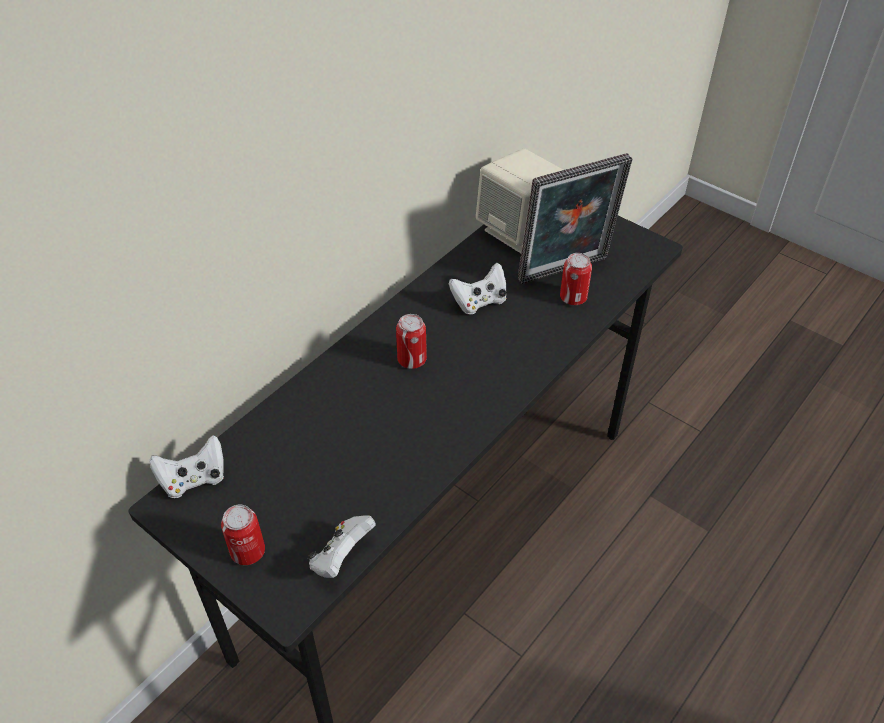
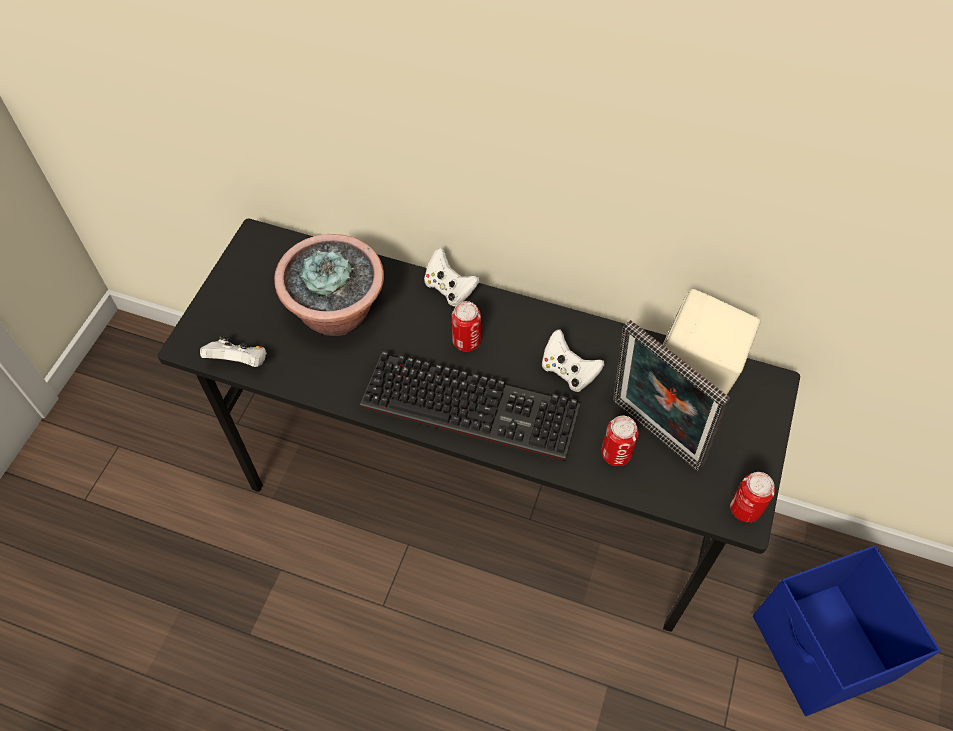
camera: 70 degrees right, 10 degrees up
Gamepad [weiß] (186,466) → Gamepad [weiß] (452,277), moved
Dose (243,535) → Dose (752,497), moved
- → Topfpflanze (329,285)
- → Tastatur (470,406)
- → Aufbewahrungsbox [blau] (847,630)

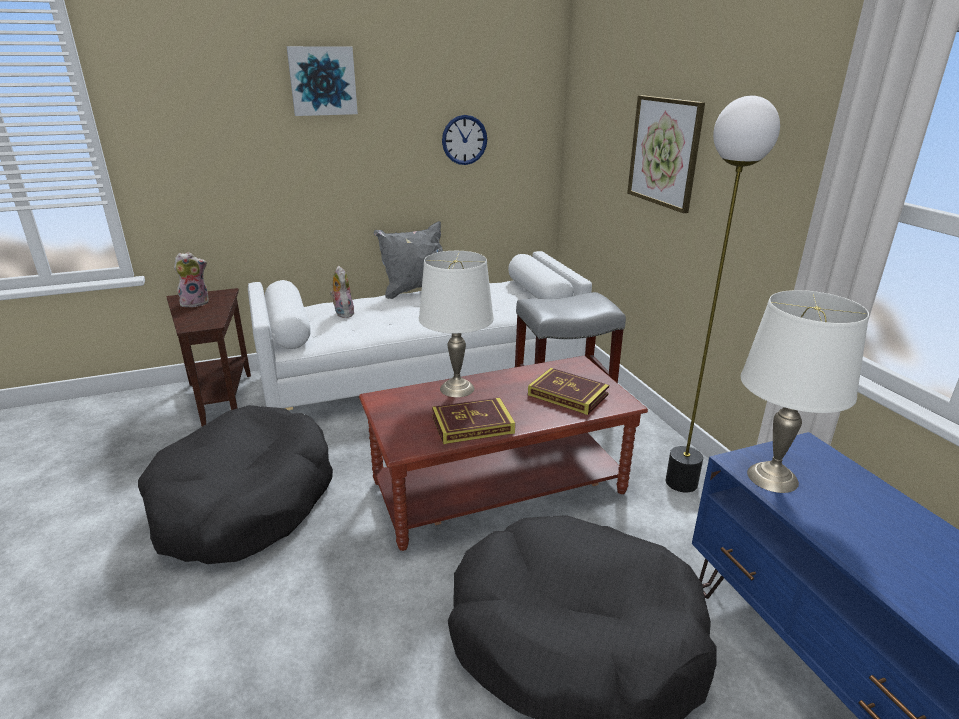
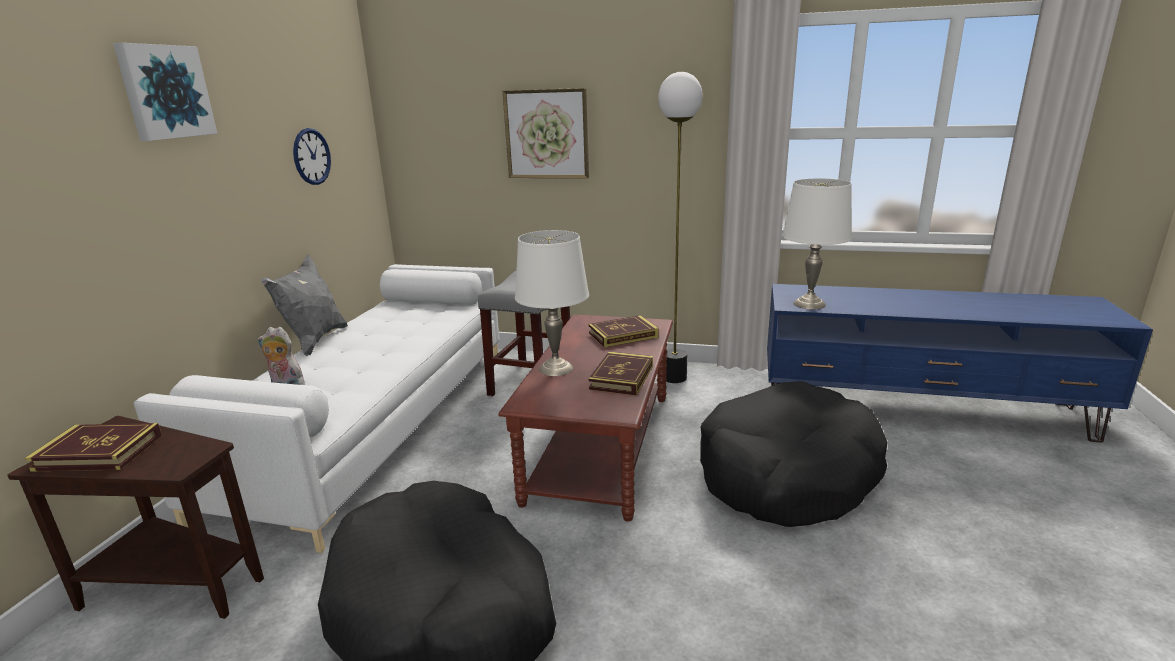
camera: 55 degrees left, 5 degrees down
Plüschtier (191,279) → Buch (93,447)

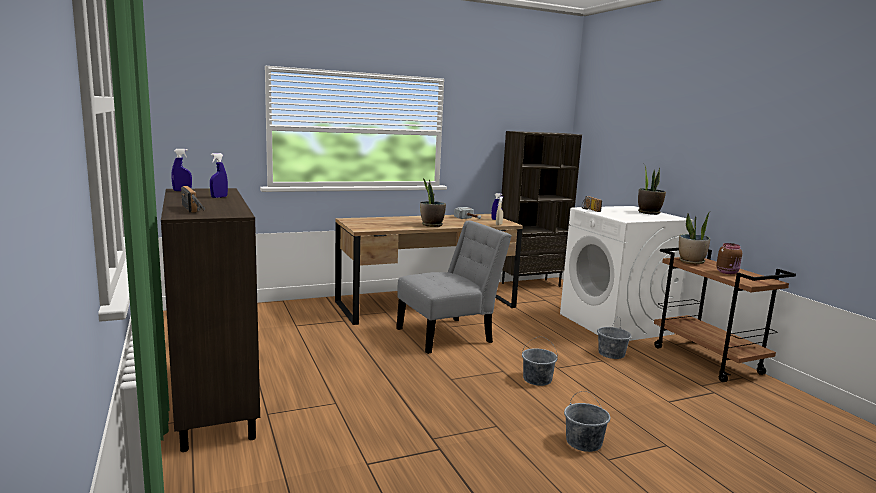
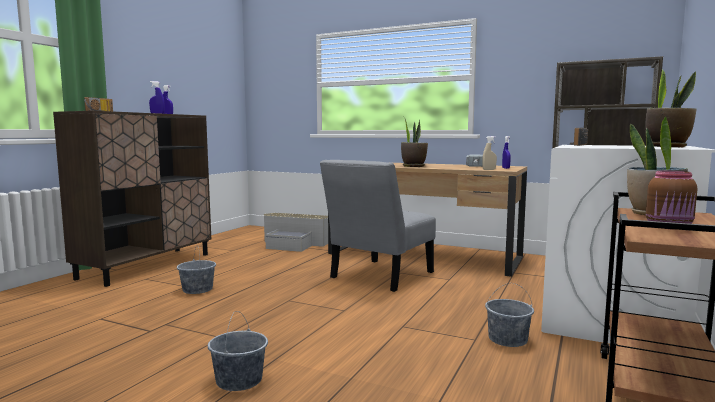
camera: 50 degrees right, 5 degrees down
Stuhl [grau] (453,287) → Stuhl [grau] (378,226), 105 degrees clockwise
Eimer [grau] (540,361) → Eimer [grau] (196,269), moved
- → Aufbewahrungsbox [grau] (296,232)

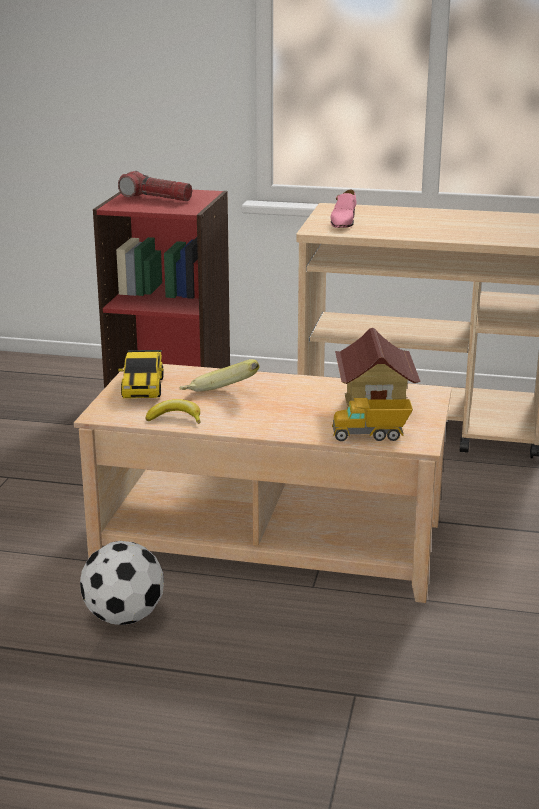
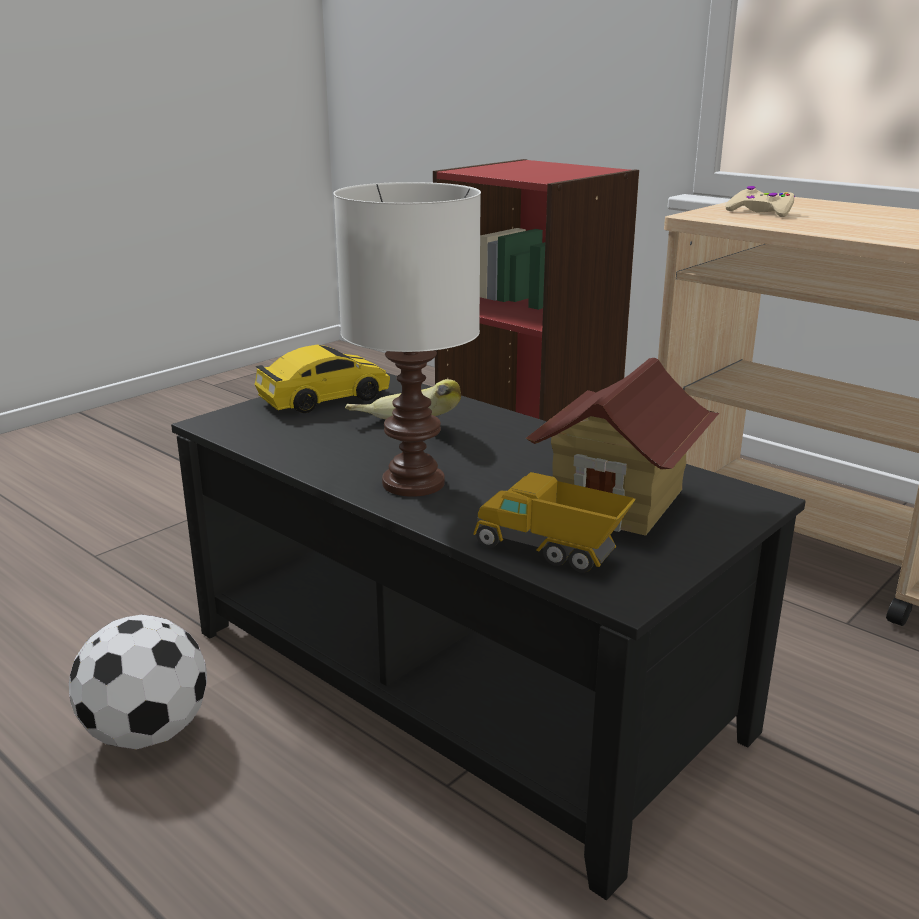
camera: 30 degrees right, 0 degrees up
Couchtisch [beige] (263,483) → Couchtisch [schwarz] (488,636)
Taschenlampe (155,186) → -
Spielzeugauto (141,374) → Spielzeugauto (322,379), 150 degrees counterclockwise
Banane (173,411) → -
Schuh [rosa] (344,209) → Gamepad [beige] (760,201)
- → Tischlampe [weiß] (407,339)

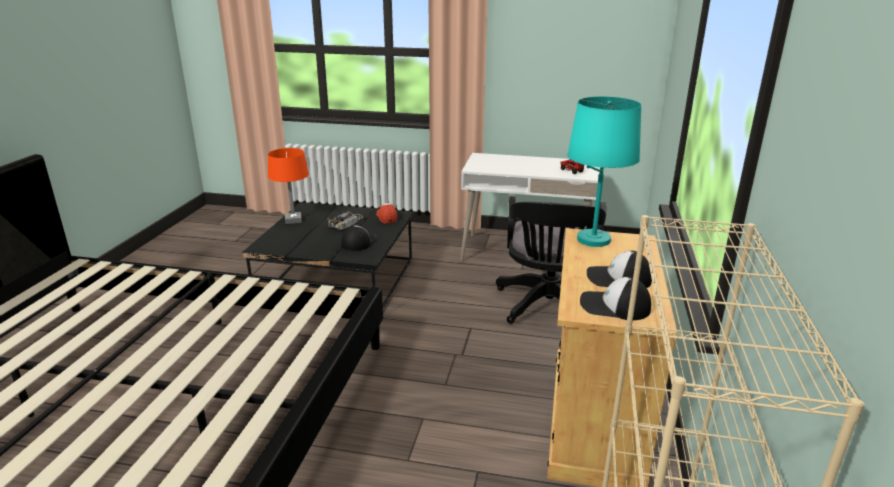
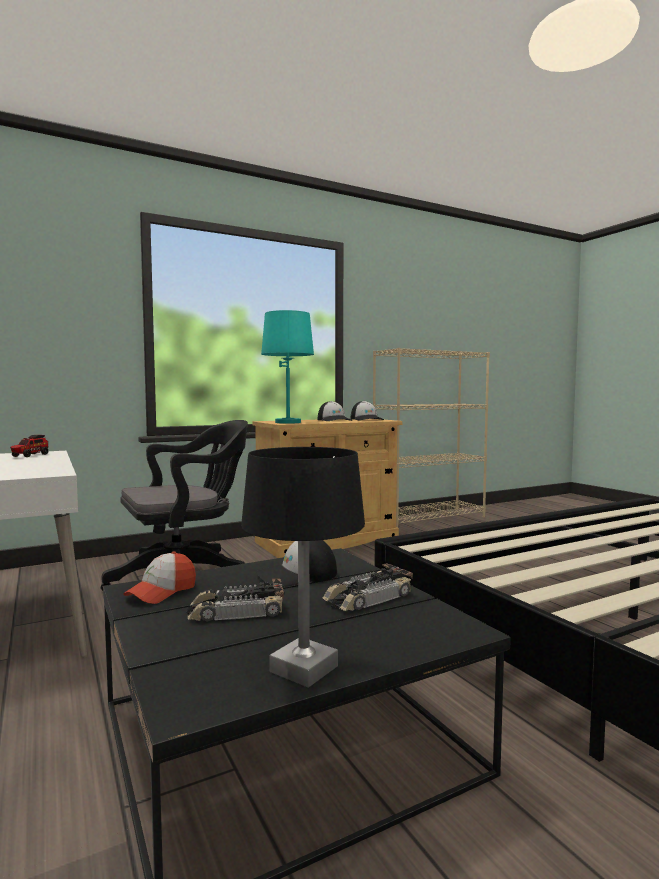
camera: 130 degrees left, 20 degrees down
Tischlampe [orange] (288,186) → Tischlampe [schwarz] (303,567)
- → Spielzeugauto (368,587)

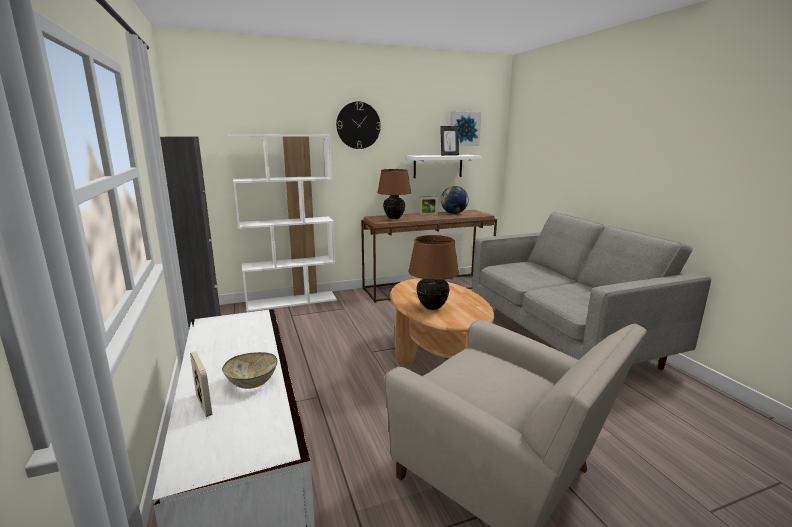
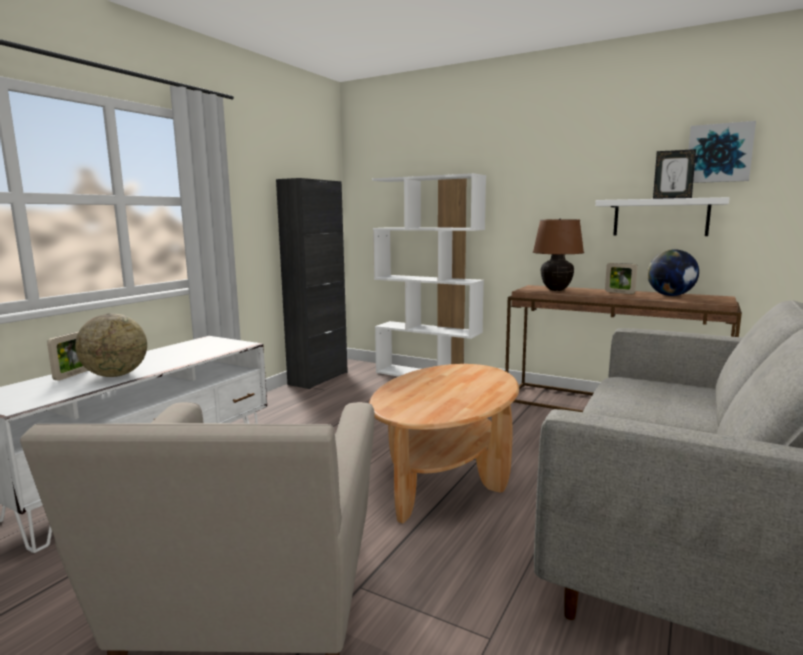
camera: 50 degrees right, 5 degrees down
Schüssel (249,370) → Globus (111,345)
Wanduhr (358,125) → -
Tischlampe [braun] (433,272) → -

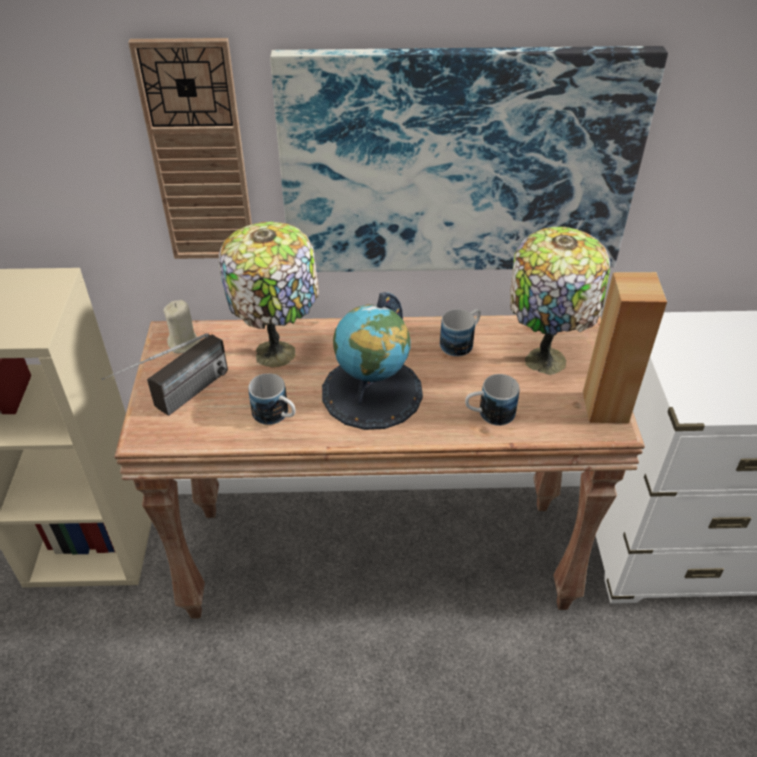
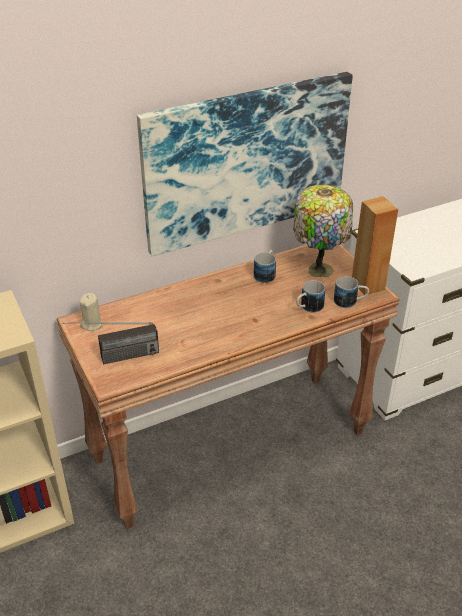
camera: 25 degrees left, 5 degrees down
Radio (165,374) → Radio (111,343), 60 degrees clockwise
Wanduhr (190,148) → -
Tischlampe (269,294) → -
Henkelbecher (272,399) → Henkelbecher (351,292), moved
Globus (372,361) → -

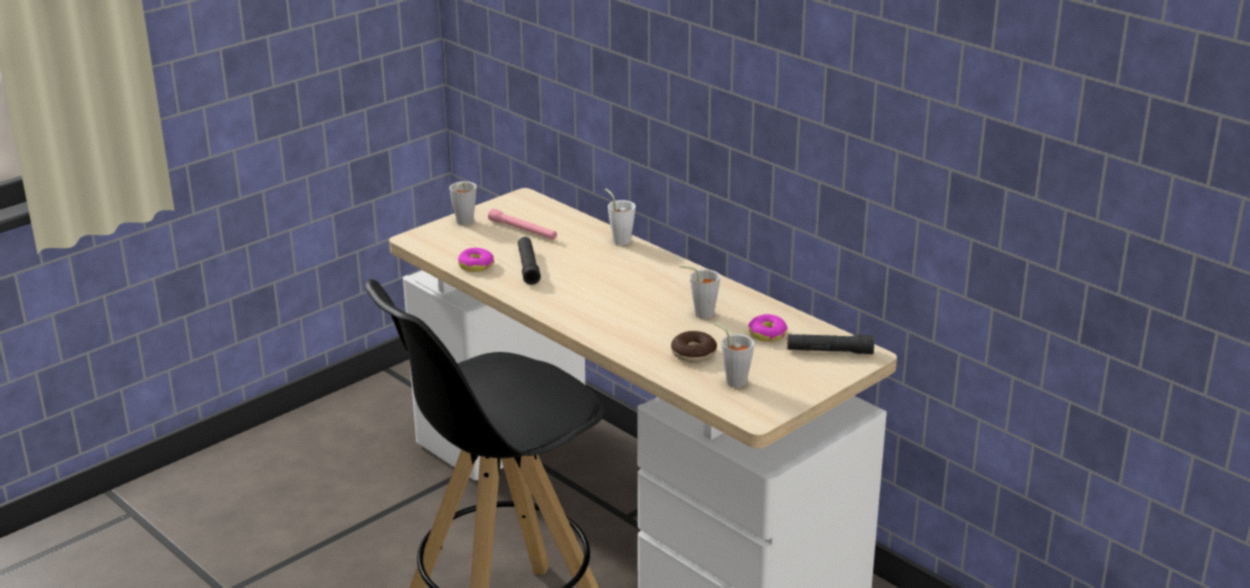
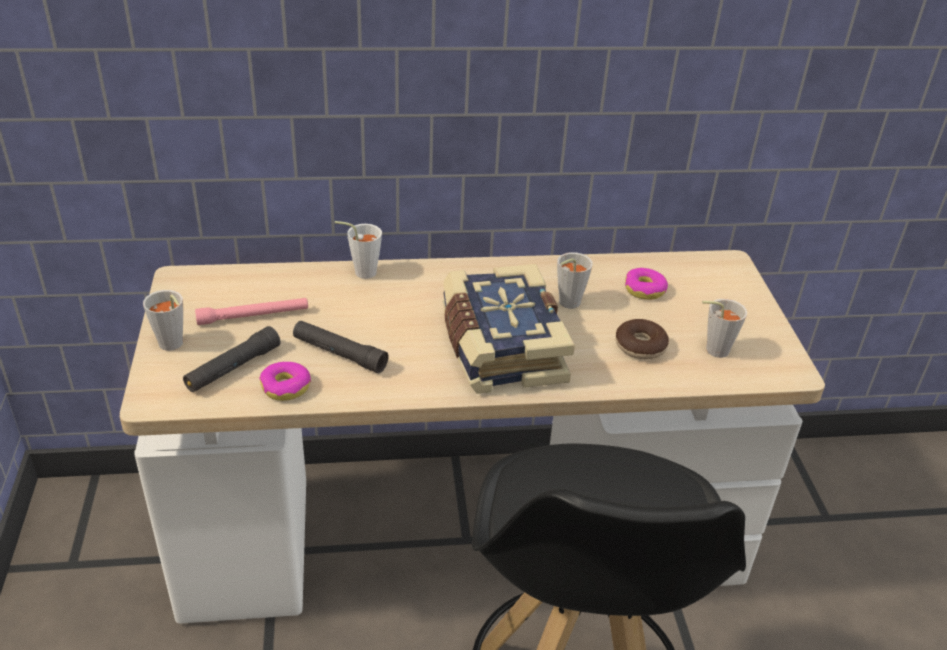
camera: 55 degrees left, 10 degrees up
Taschenlampe [schwarz] (830,344) → Taschenlampe [schwarz] (232,359), moved
- → Buch (509,329)

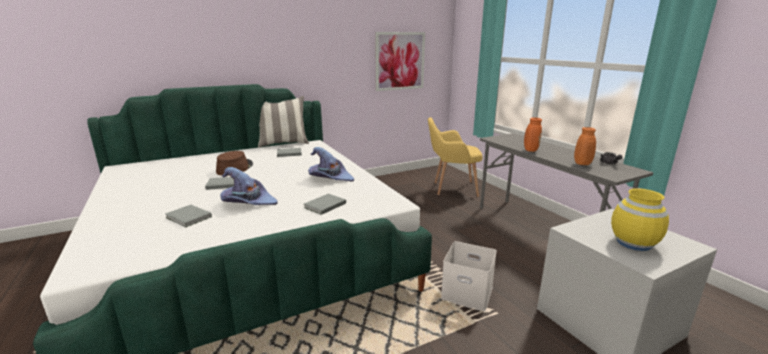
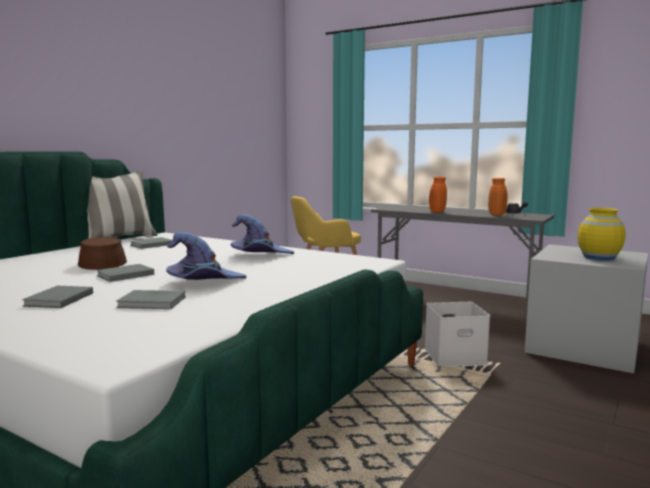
camera: 30 degrees left, 10 degrees down
Buch [grau] (325,204) → Buch [grau] (57,297), moved
Bild (400,61) → -

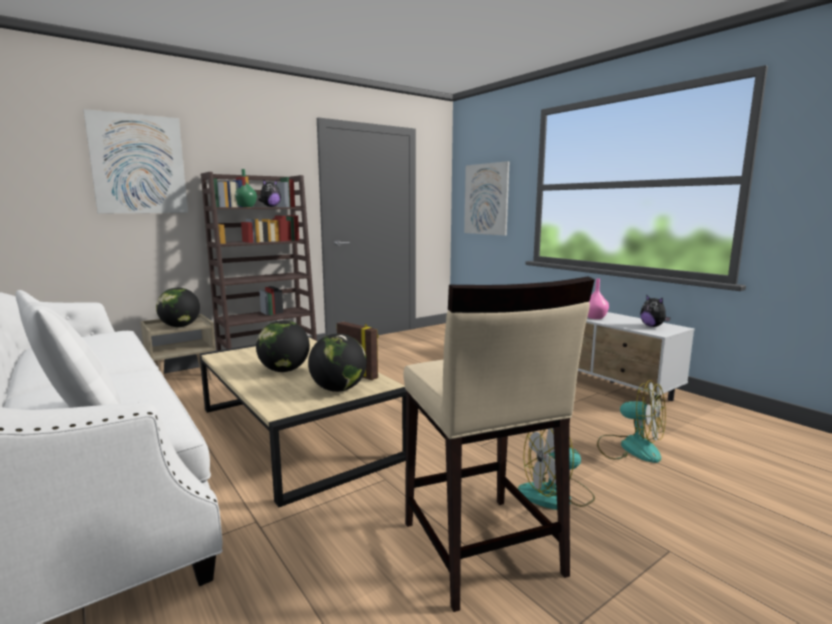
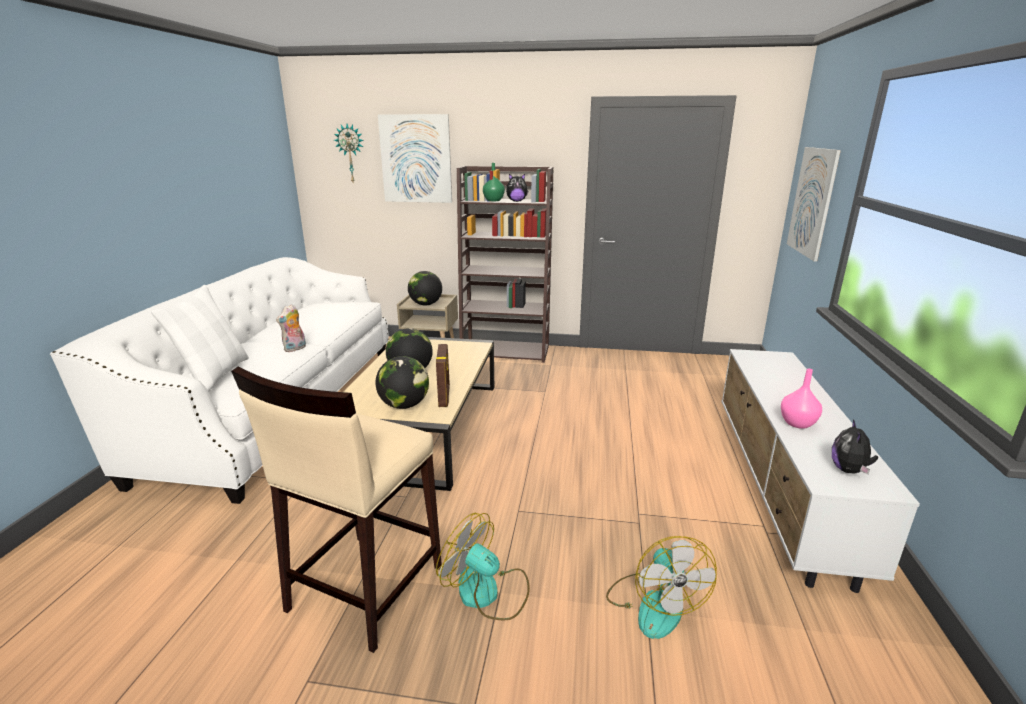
camera: 45 degrees right, 10 degrees up
- → Plüschtier (291,328)
- → Wanduhr (349,153)

